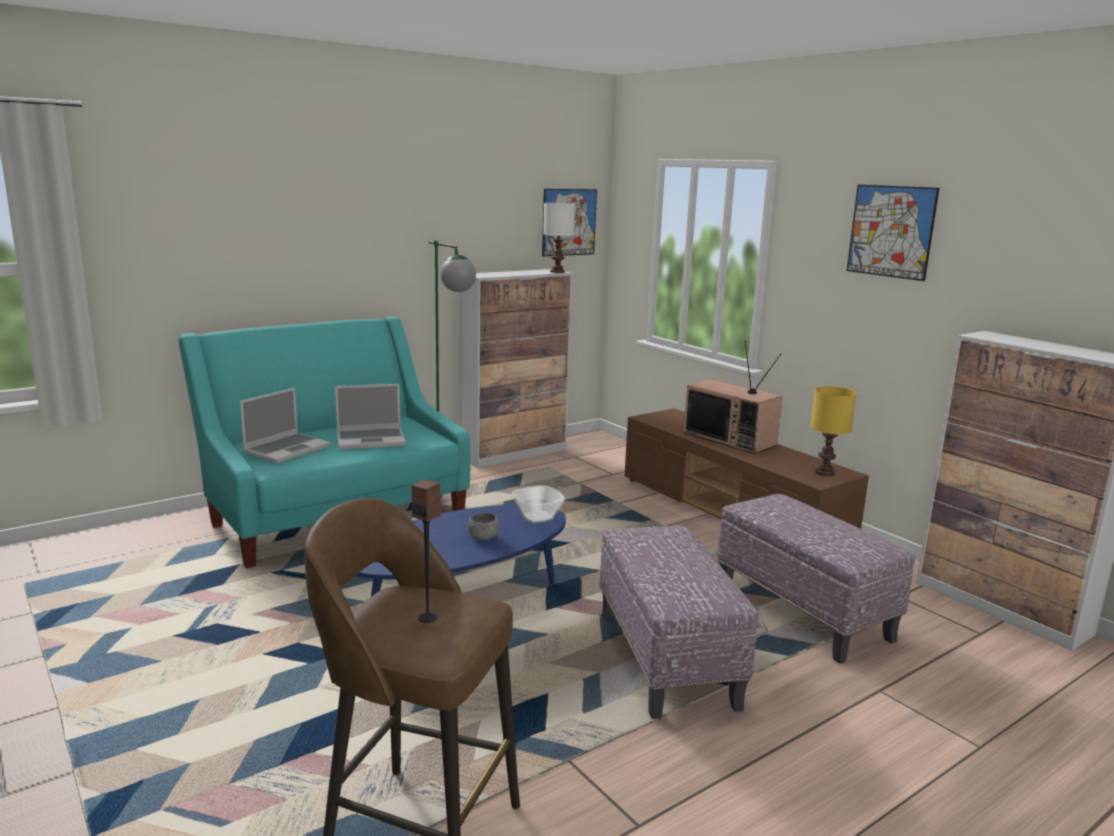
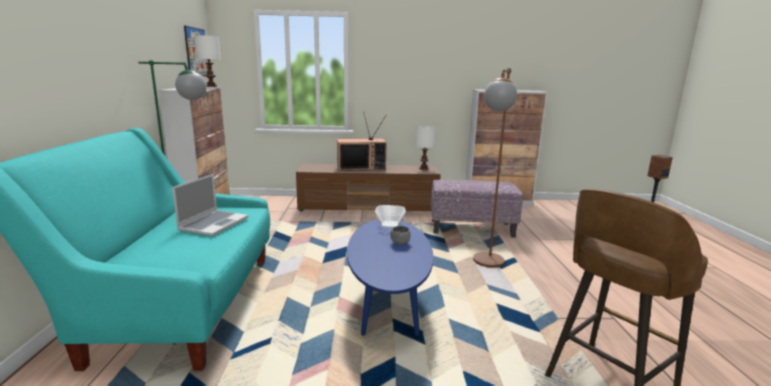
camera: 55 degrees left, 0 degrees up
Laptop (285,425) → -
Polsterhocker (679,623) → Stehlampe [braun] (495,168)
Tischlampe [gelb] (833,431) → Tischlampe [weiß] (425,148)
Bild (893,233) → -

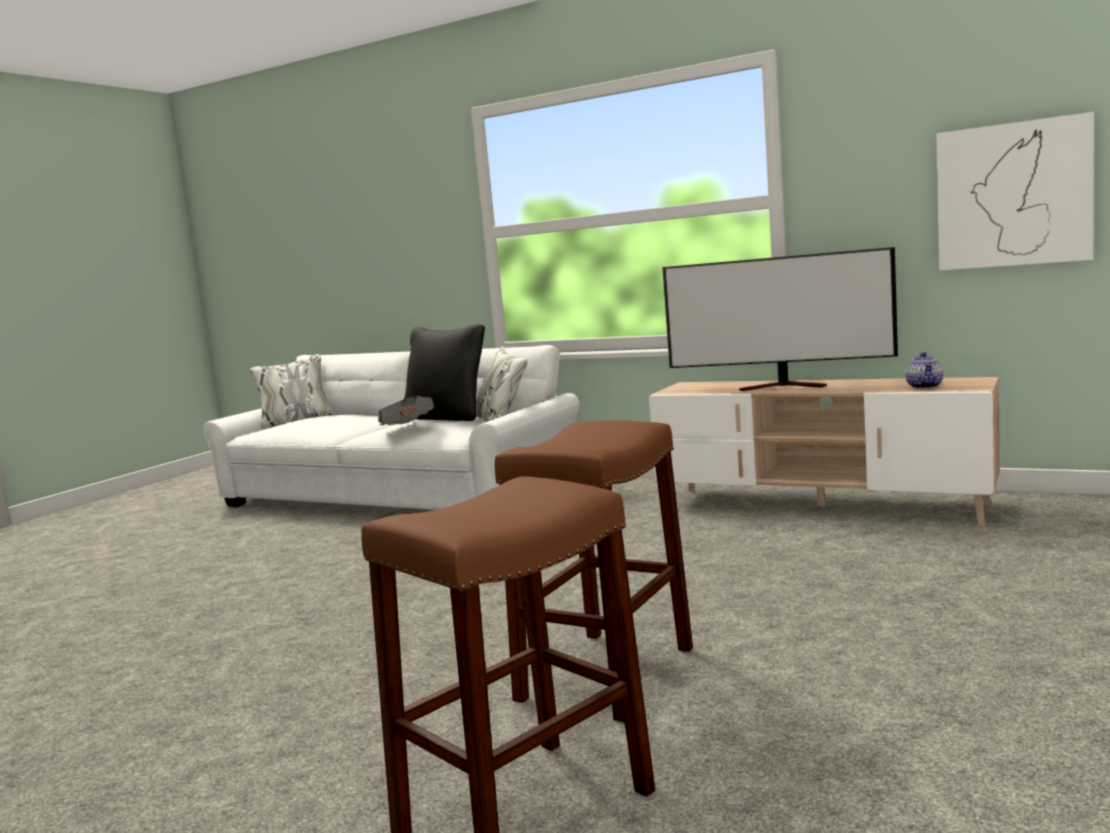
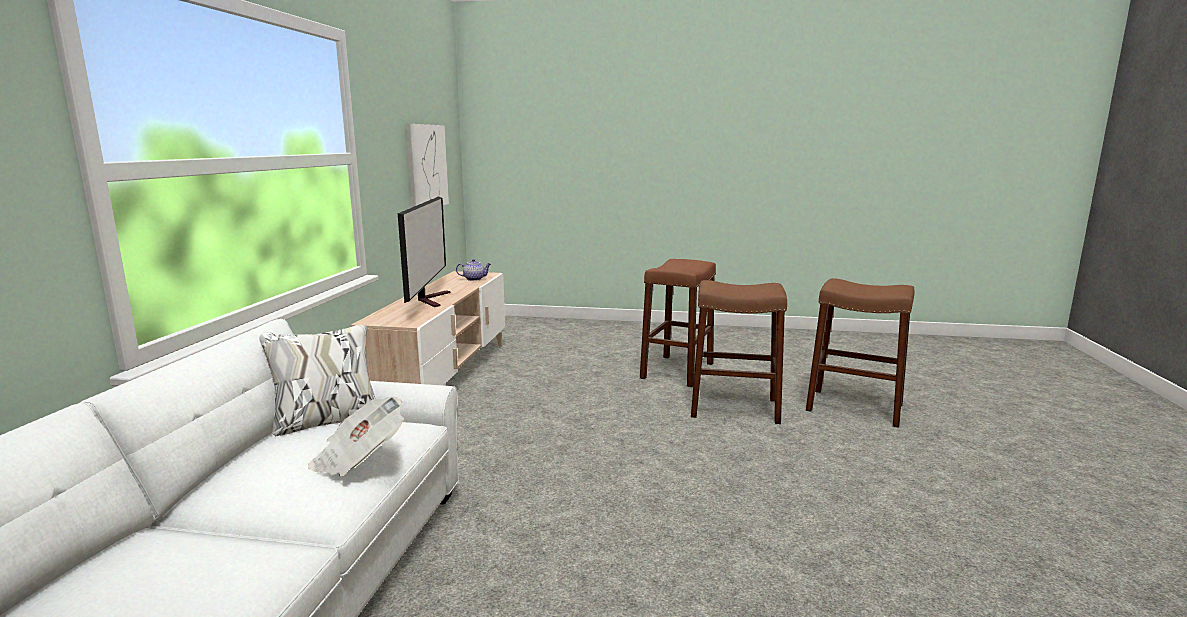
camera: 110 degrees left, 5 degrees up
Kissen [schwarz] (444,372) → -
- → Hocker [braun] (678,323)

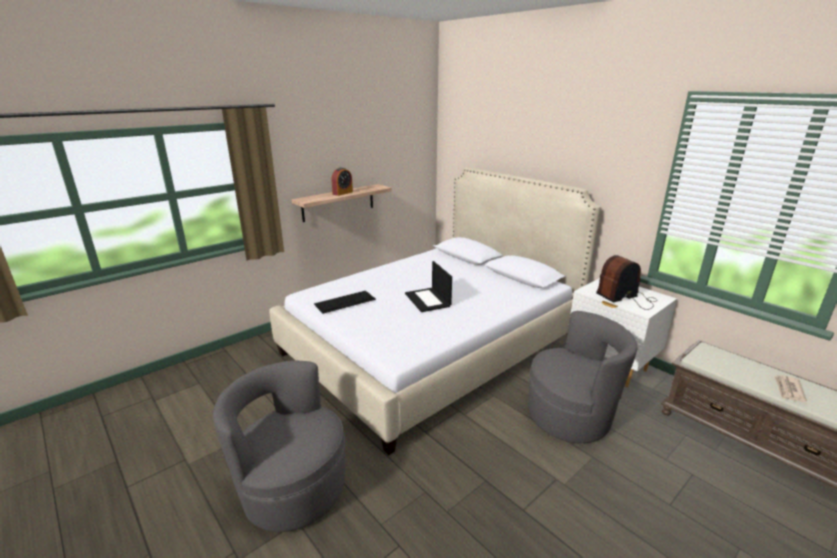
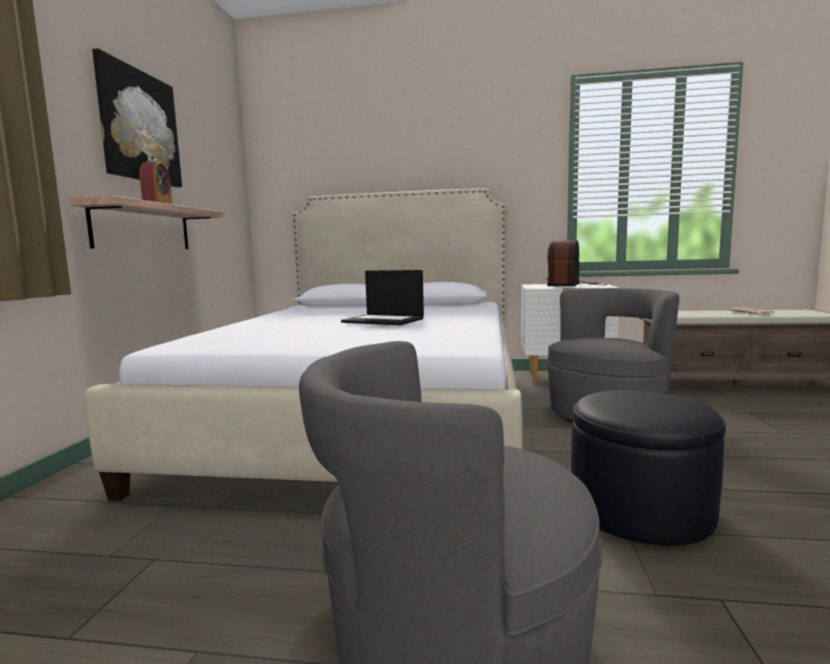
camera: 40 degrees left, 15 degrees down
Tastatur (345,302) → -
- → Bild (137,118)
- → Polsterhocker [schwarz] (648,468)

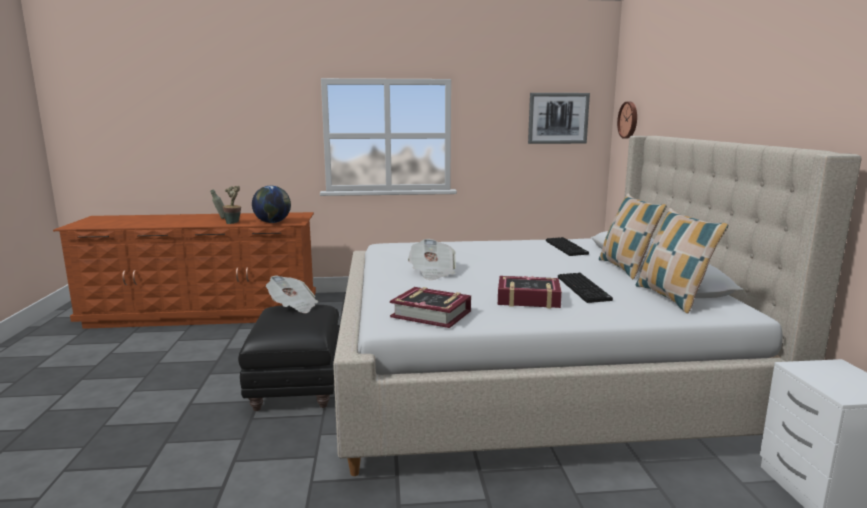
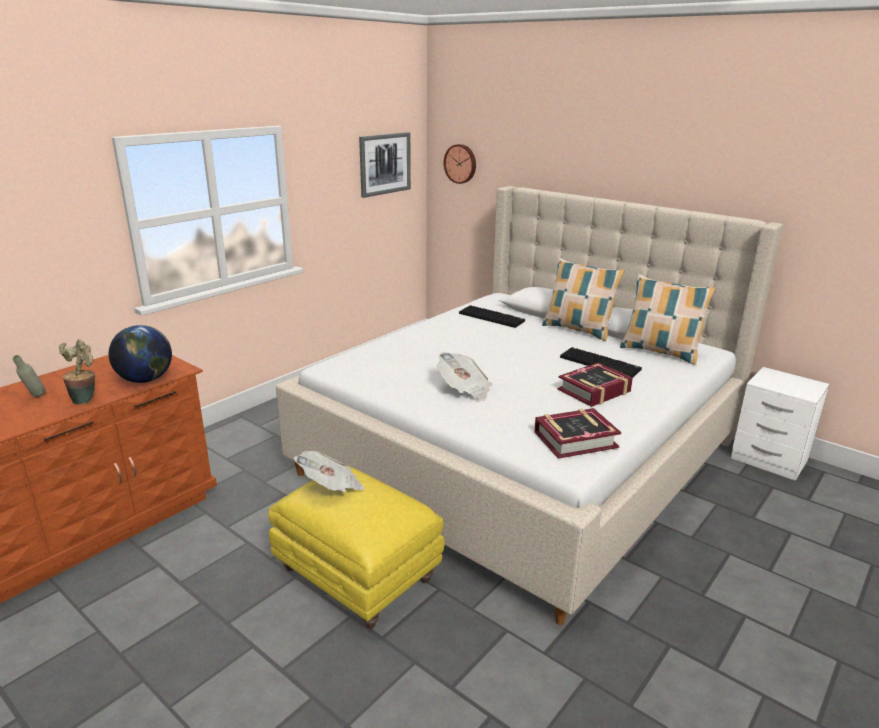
camera: 45 degrees left, 10 degrees up
Polsterhocker [schwarz] (289,357) → Polsterhocker [gelb] (356,547)

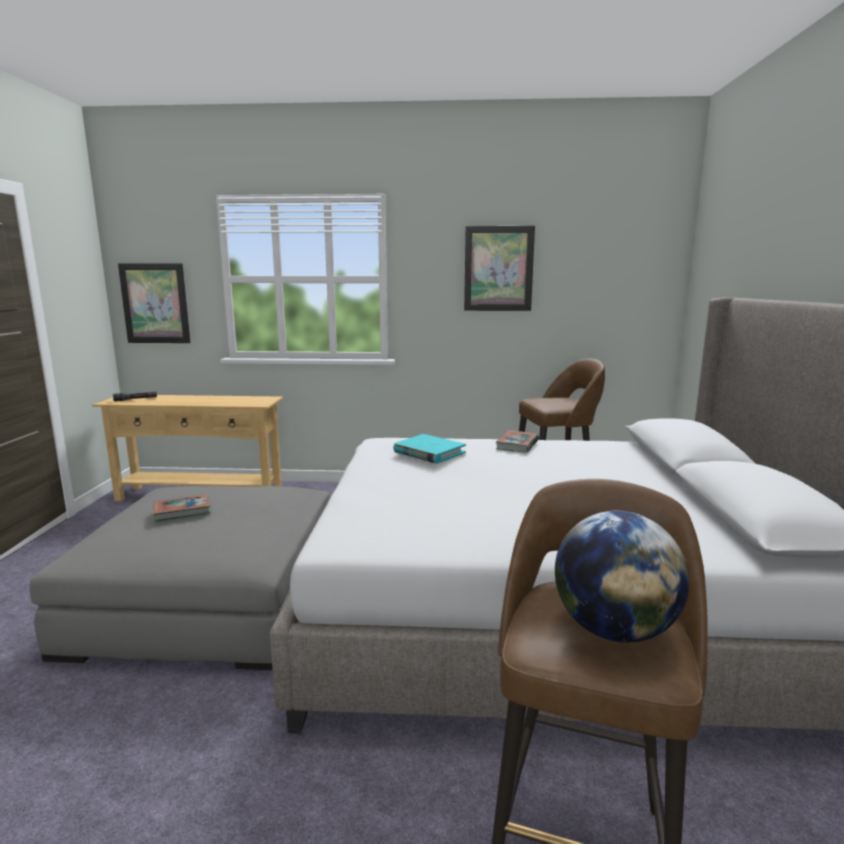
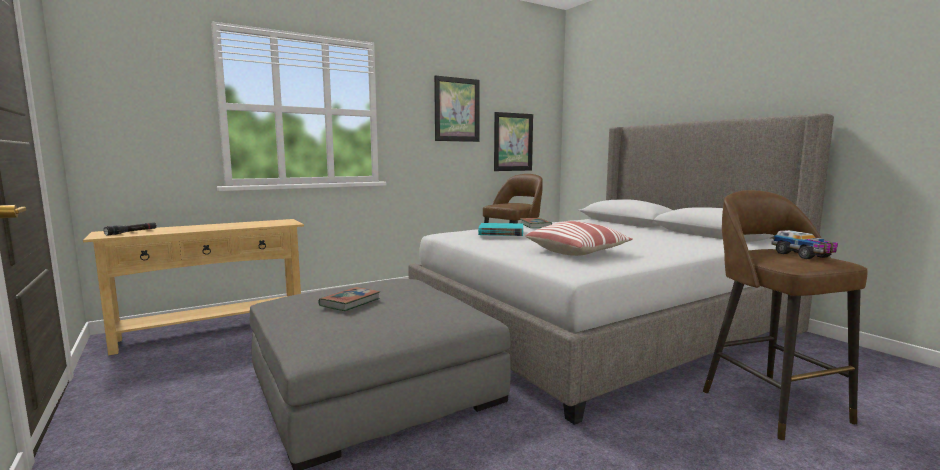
camera: 35 degrees left, 5 degrees down
Bild (154,303) → Bild (513,141), moved
Globus (622,576) → Spielzeuglaster (805,244)
- → Kissen (579,238)

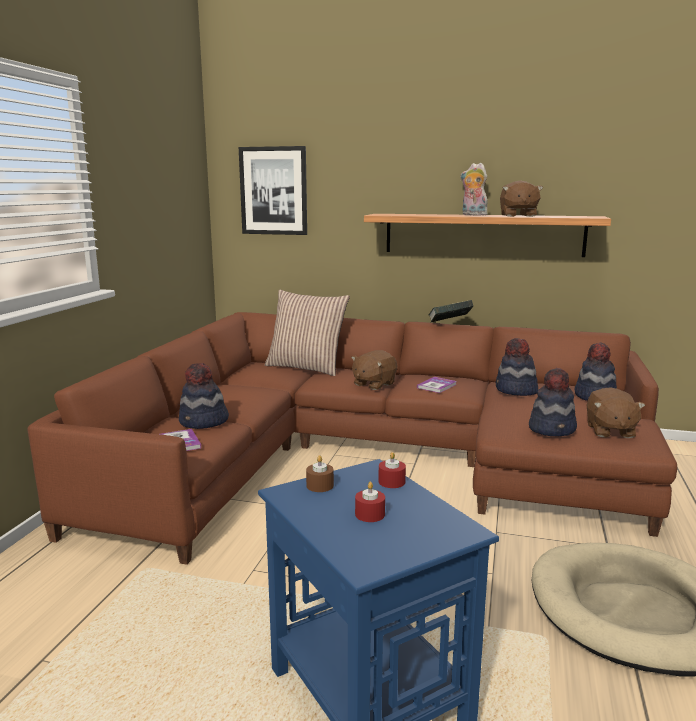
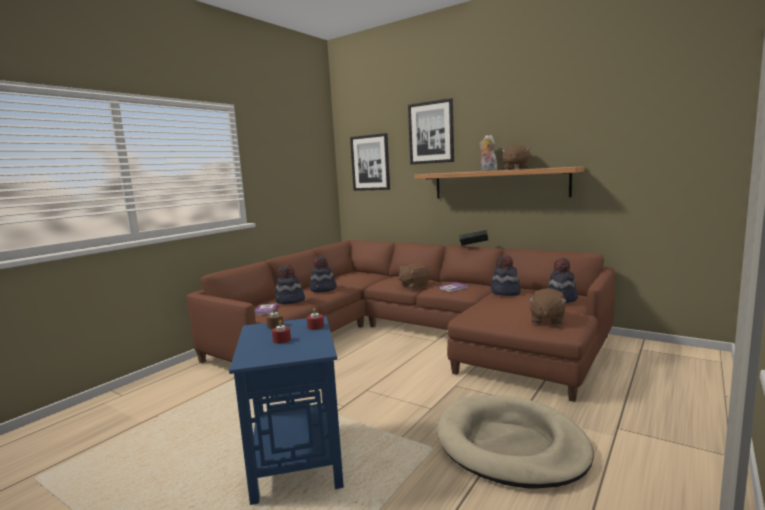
camera: 20 degrees right, 5 degrees down
Kissen (307,333) → -
Hut (553,402) → Hut (323,274), moved
- → Bild (431,131)

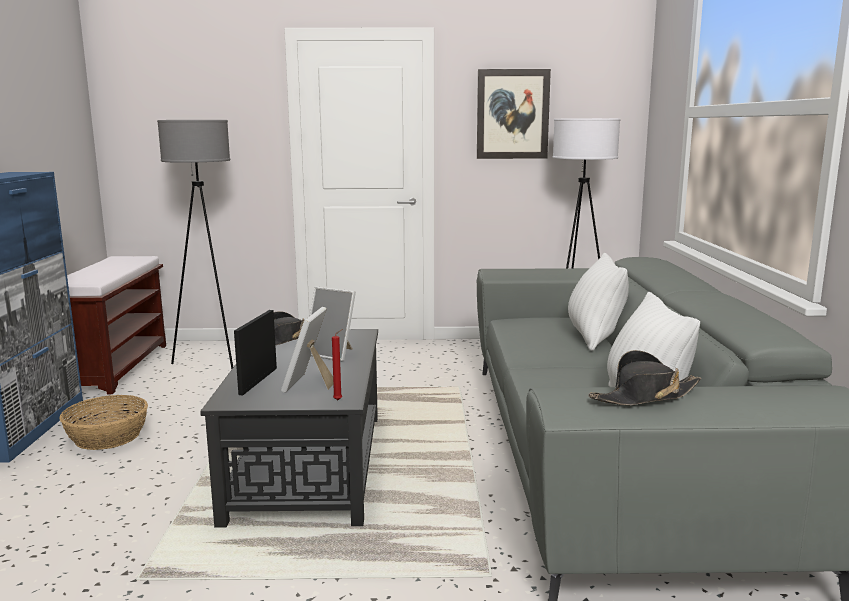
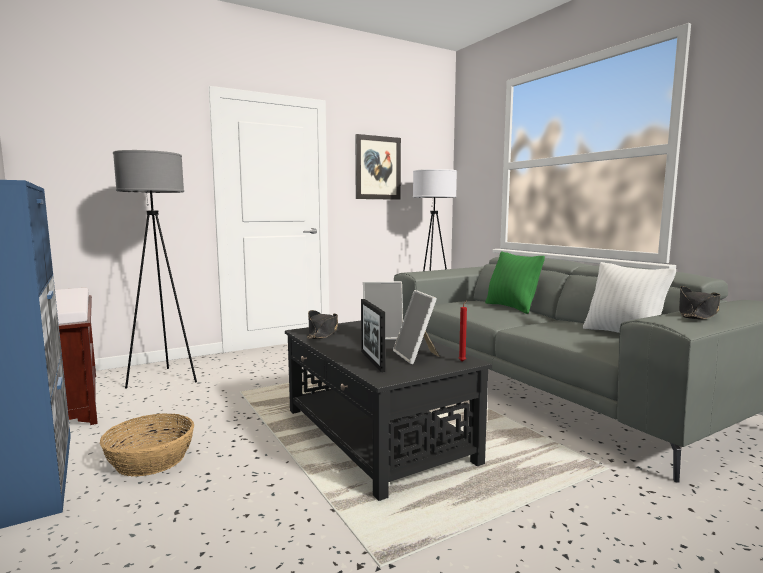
camera: 30 degrees left, 5 degrees down
Kissen [weiß] (598,302) → Kissen [grün] (515,283)

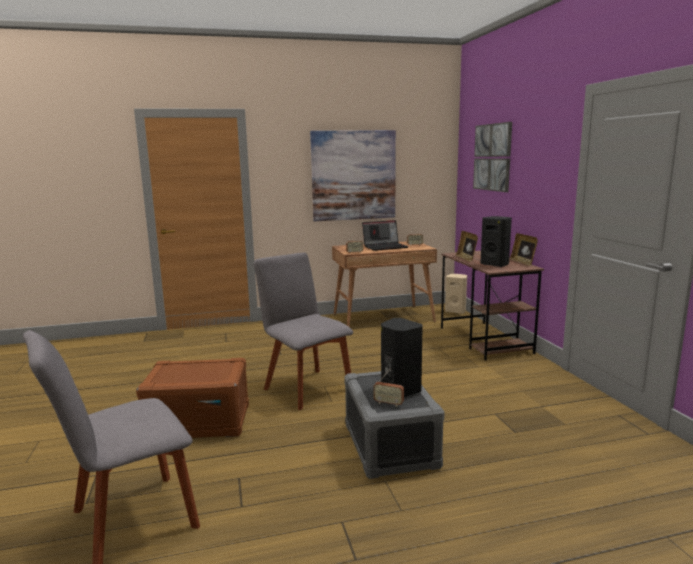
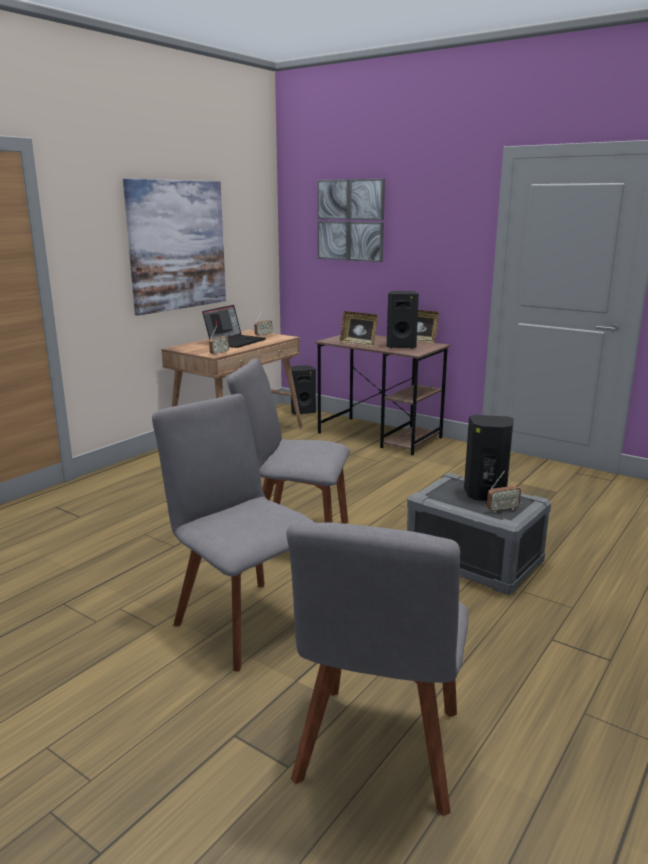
camera: 40 degrees left, 5 degrees up
Aufbewahrungsbox [braun] (192,398) → Stuhl [grau] (233,532)
Lautsprecher [beige] (456,294) → Lautsprecher [schwarz] (303,390)

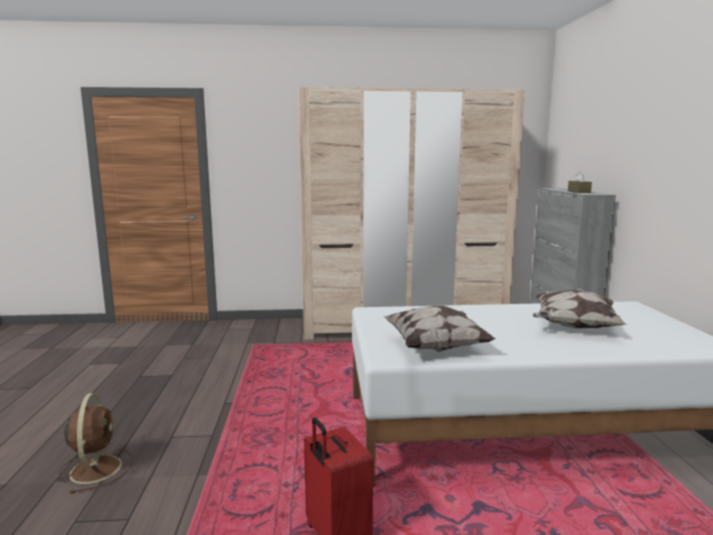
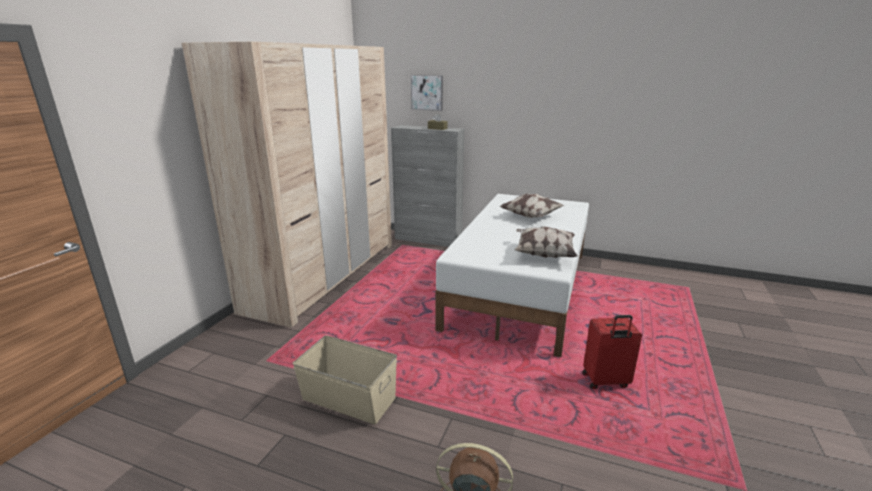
camera: 65 degrees left, 10 degrees up
- → Aufbewahrungsbox [beige] (345,379)
- → Bild (427,93)

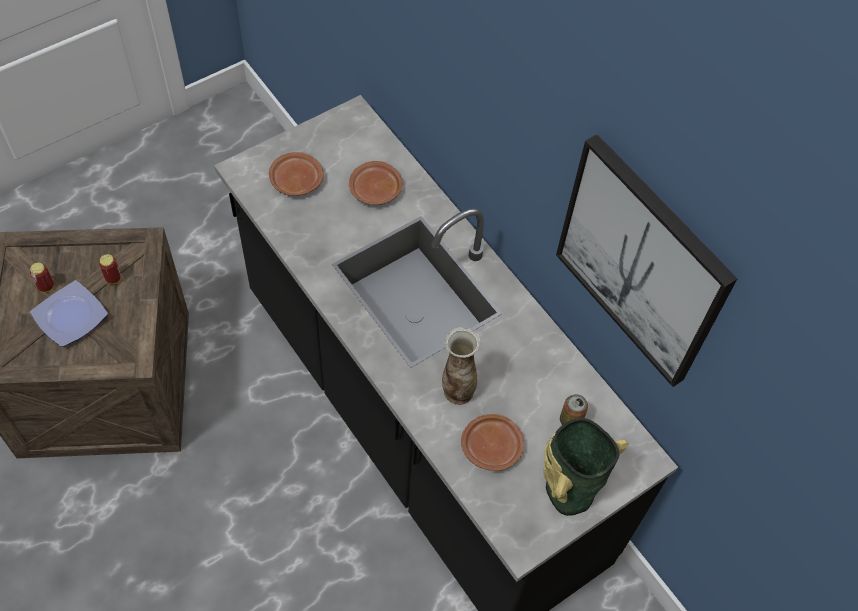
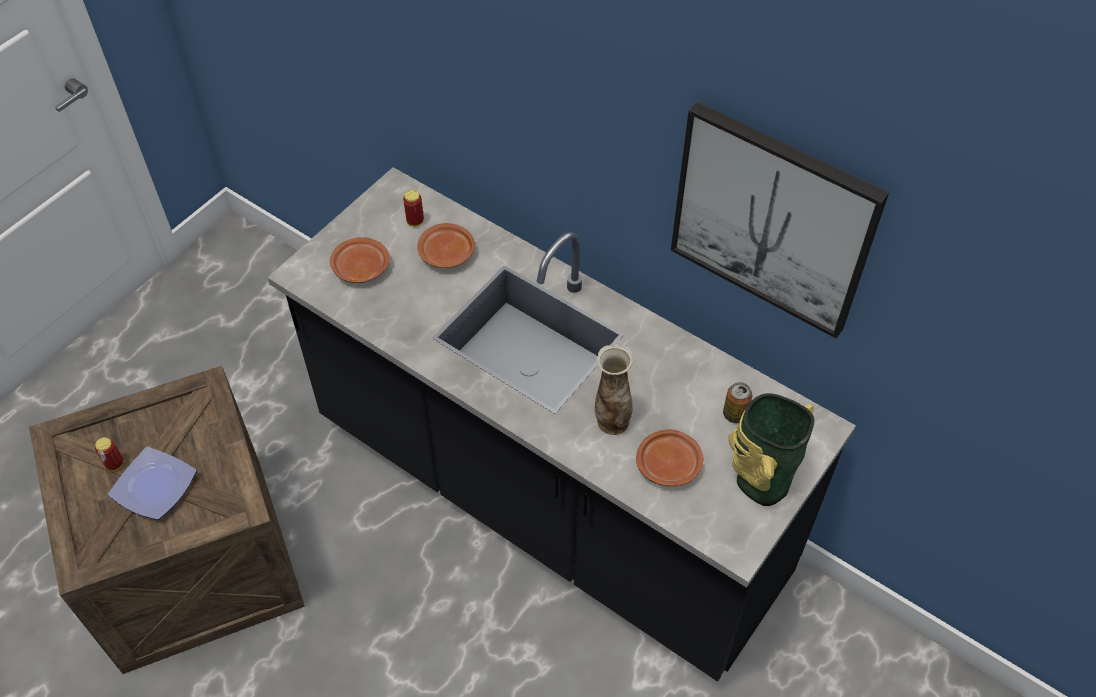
camera: 15 degrees left, 5 degrees down
Dose (110,269) → Dose (413,208), moved

